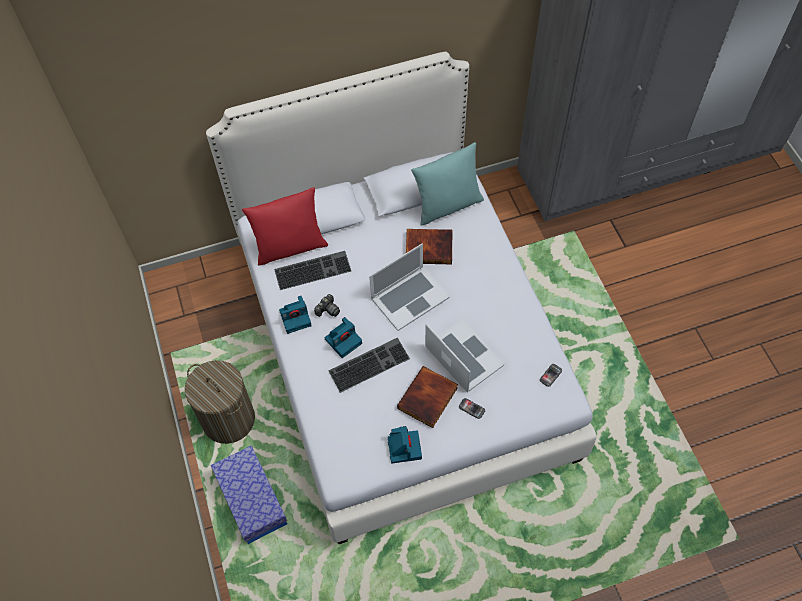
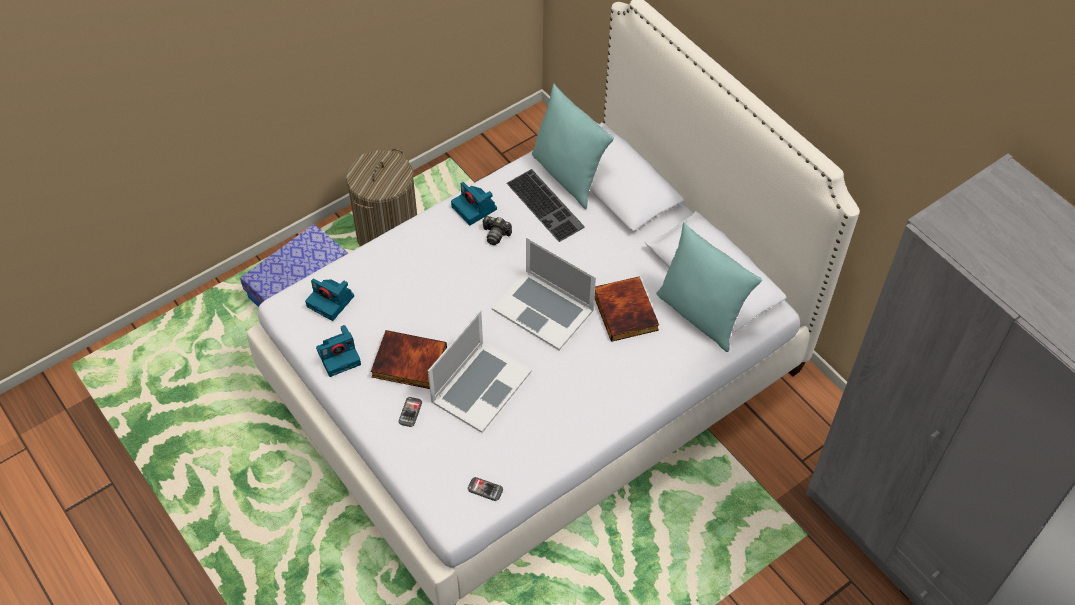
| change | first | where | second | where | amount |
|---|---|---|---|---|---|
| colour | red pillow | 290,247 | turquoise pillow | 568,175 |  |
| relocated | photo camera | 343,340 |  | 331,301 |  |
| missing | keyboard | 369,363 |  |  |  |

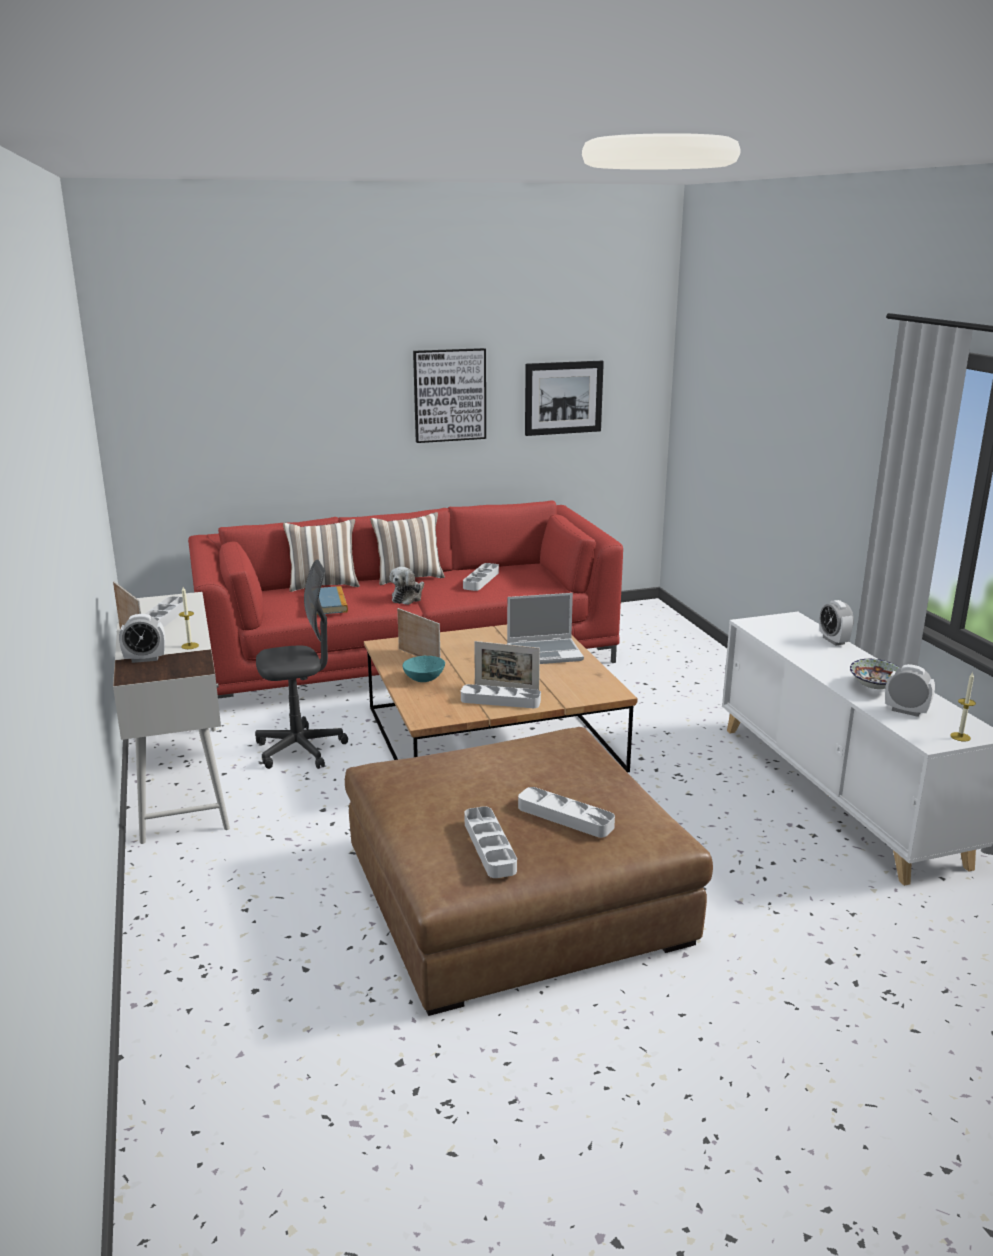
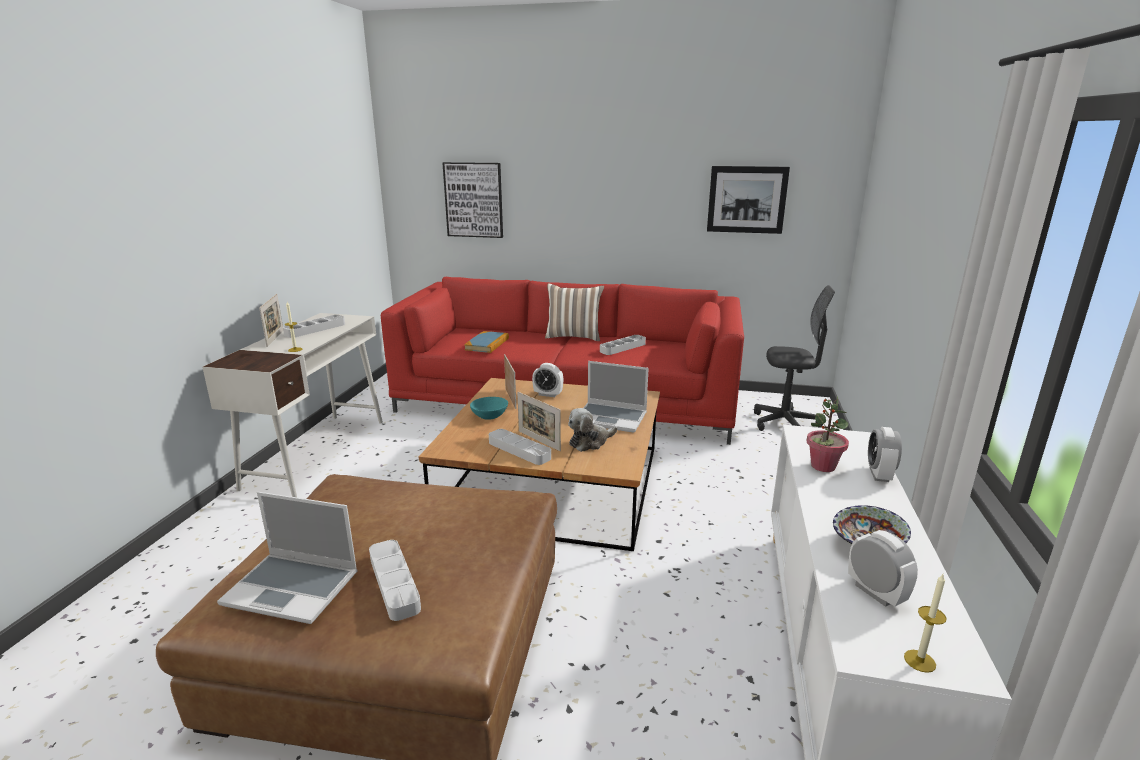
| change | first | where | second | where | amount |
|---|---|---|---|---|---|
| relocated | alarm clock | 145,659 |  | 548,394 |  |
| relocated | grey office chair | 300,750 |  | 785,424 |  |
| missing | pillow | 323,585 |  |  |  |
| relocated | plush toy | 408,597 |  | 590,442 |  |
| relocated | picture | 449,395 |  | 474,200 |  |
| exchanged | grey tray | 489,846 | laptop | 294,588 |  |
| appeared |  |  | potted plant | 822,466 |  |

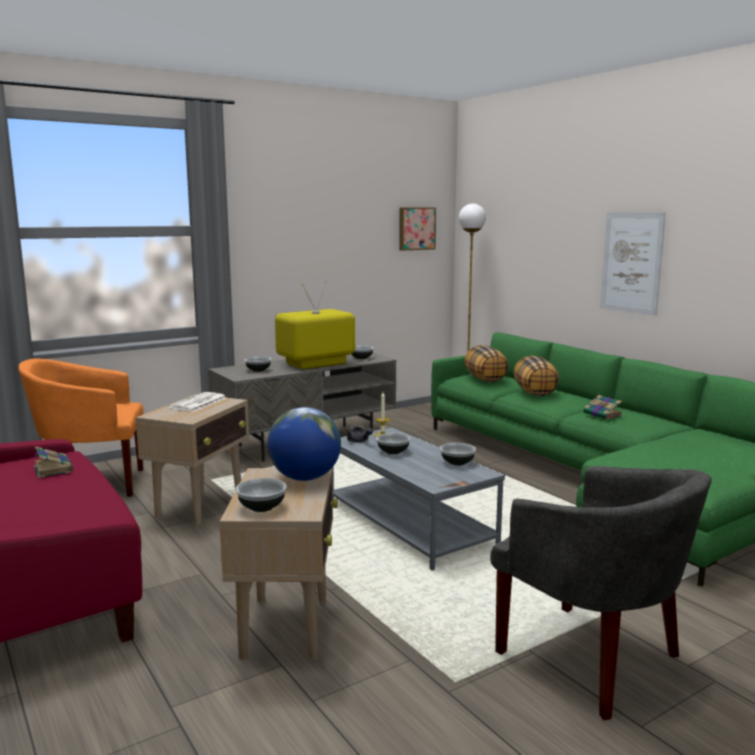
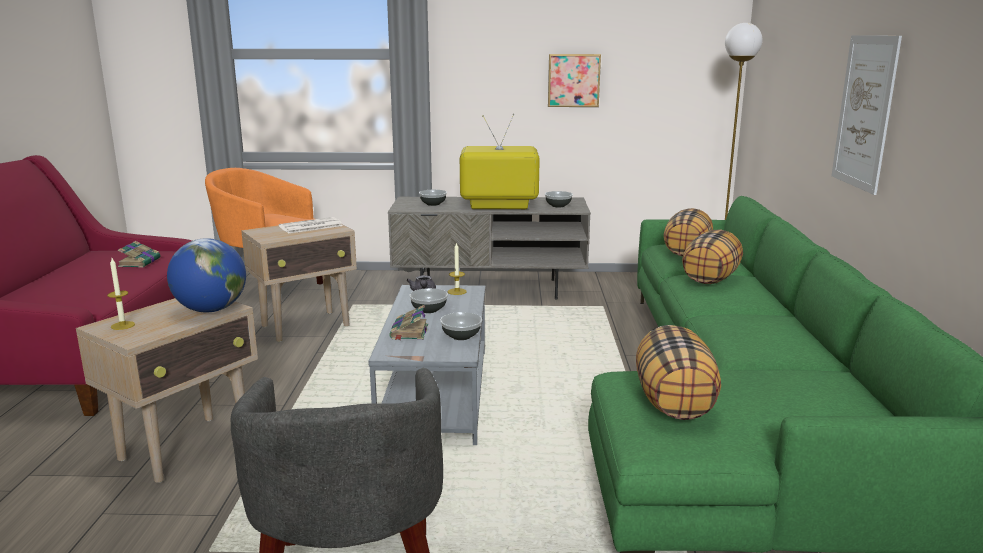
| change | first | where | second | where | amount |
|---|---|---|---|---|---|
| exchanged | bowl | 262,507 | candle | 123,325 |  |
| relocated | picture | 416,228 |  | 573,80 |  |
| relocated | book | 603,414 |  | 409,332 |  |
| appeared |  |  | pillow | 674,402 |  |

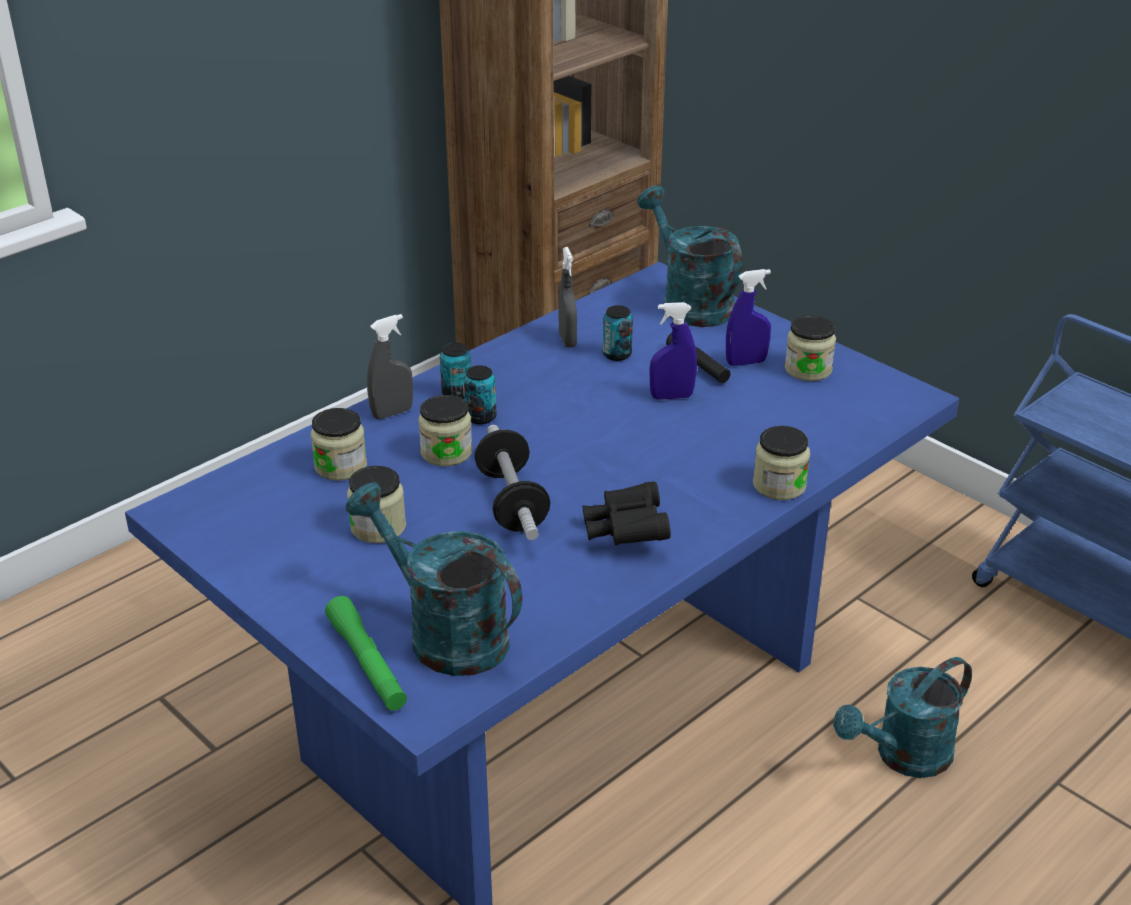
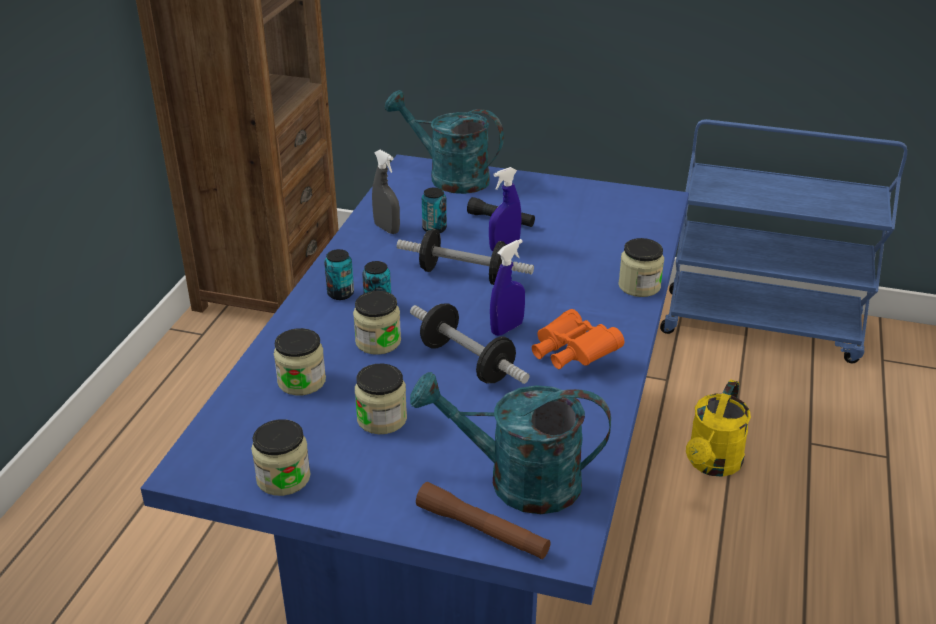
| change | first | where | second | where | amount |
|---|---|---|---|---|---|
| colour | green flashlight | 367,663 | brown flashlight | 482,530 |  |
| missing | grey spray bottle | 392,413 |  |  |  |
| colour | black binoculars | 626,532 | orange binoculars | 571,355 |  |
| relocated | blue spray bottle | 746,362 |  | 507,328 |  |
| relocated | jar | 808,369 |  | 283,478 |  |
| colour | turquoise watering can | 903,757 | yellow watering can | 711,464 |  |
| appeared |  |  | dumbbell | 464,275 |  |

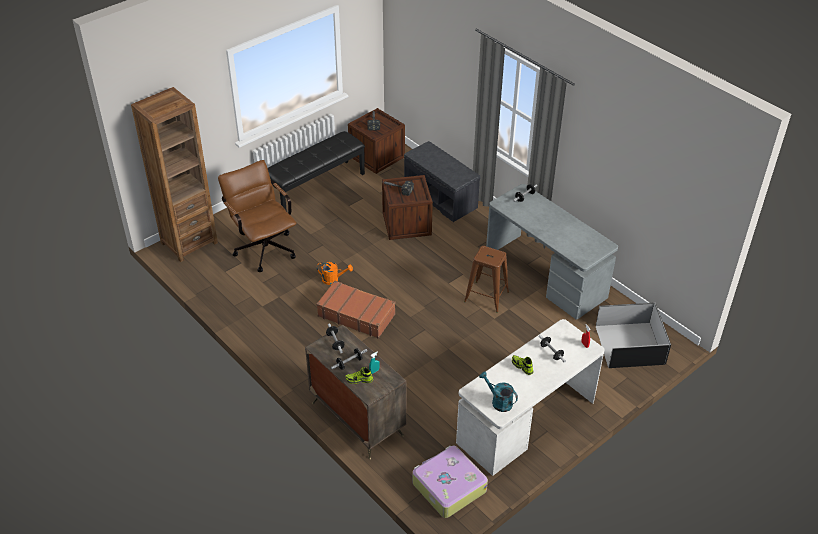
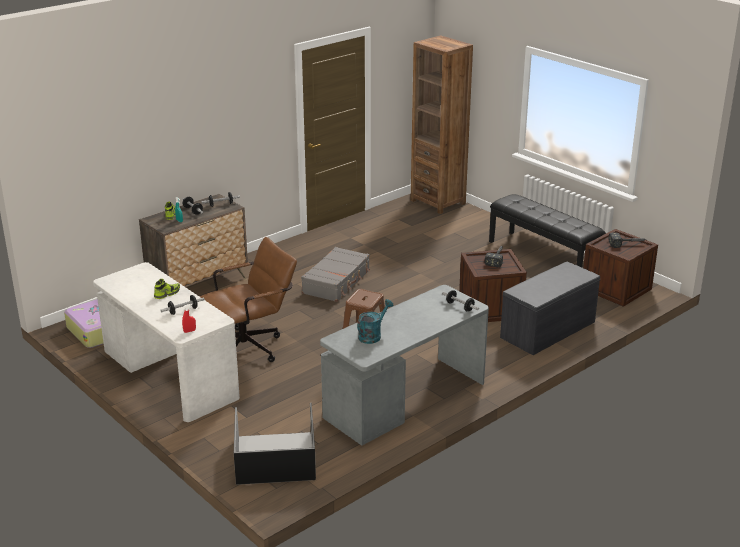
| change | first | where | second | where | amount |
|---|---|---|---|---|---|
| relocated | brown office chair | 263,247 |  | 251,347 |  |
| colour | brown suitcase | 356,315 | grey suitcase | 337,282 |  |
| missing | orange watering can | 333,279 |  |  |  |
| relocated | turquoise watering can | 498,401 |  | 372,335 |  |

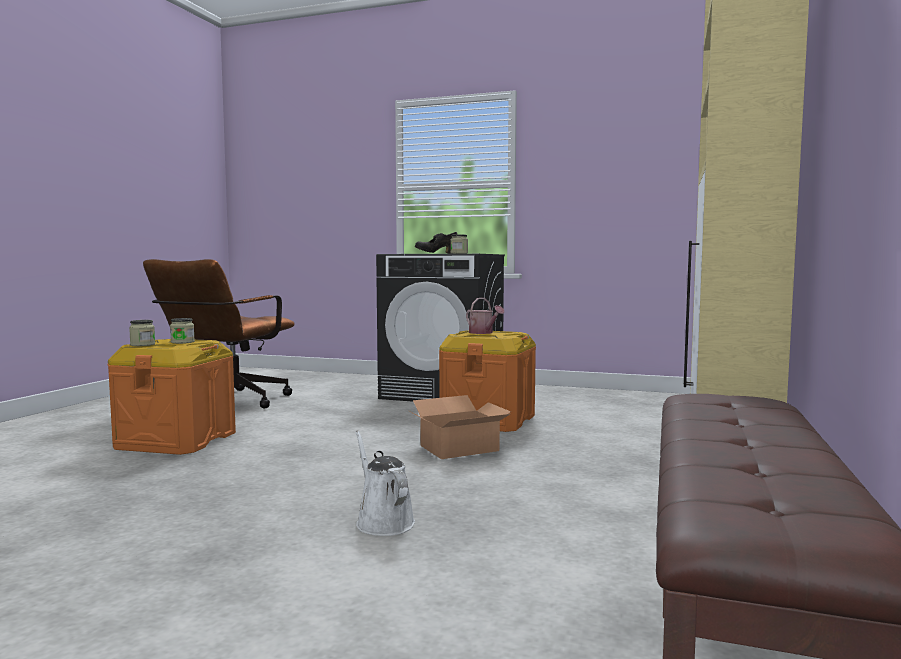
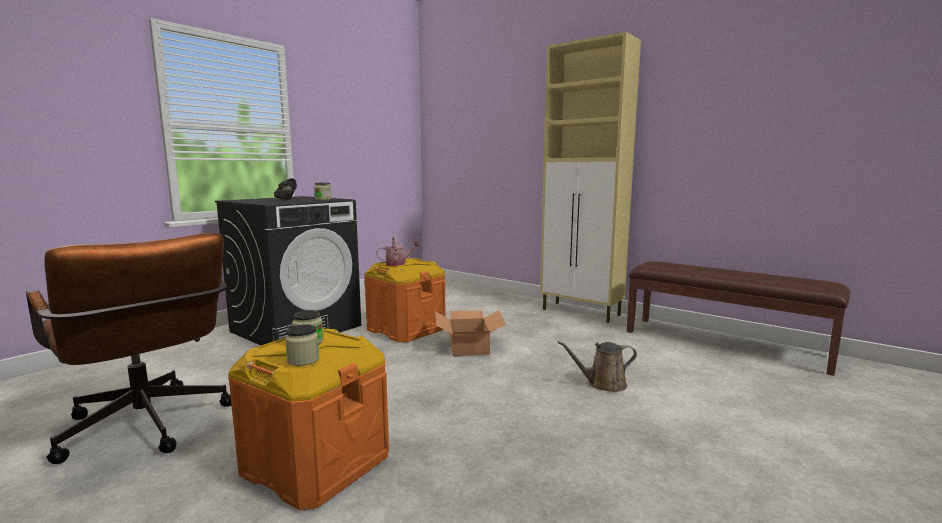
| change | first | where | second | where | amount |
|---|---|---|---|---|---|
| colour | white watering can | 382,521 | brown watering can | 603,384 |  |

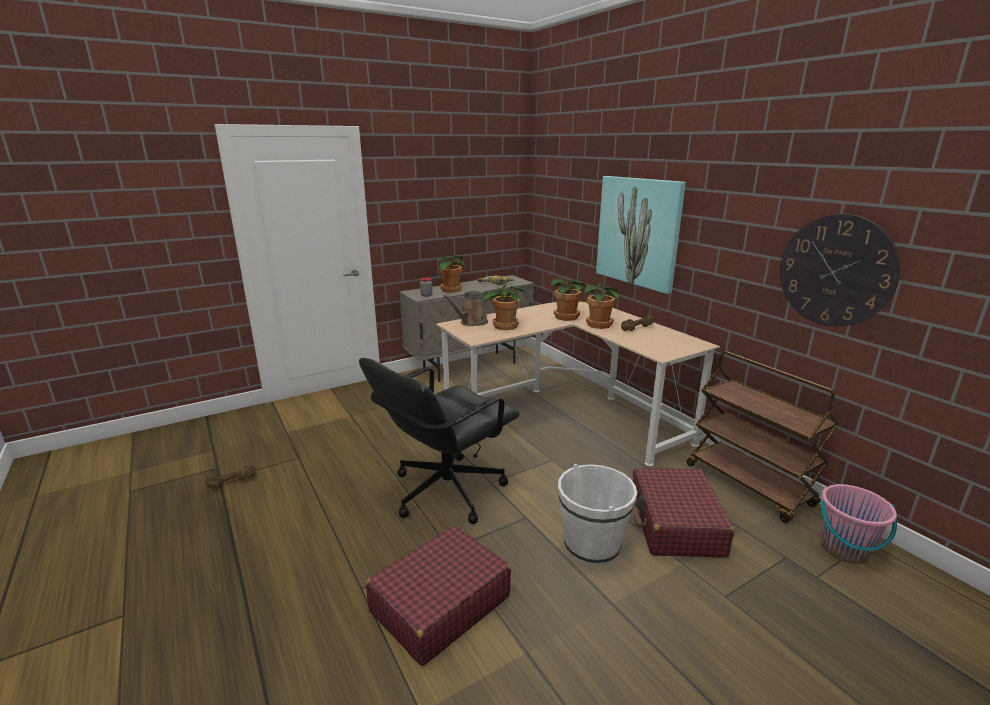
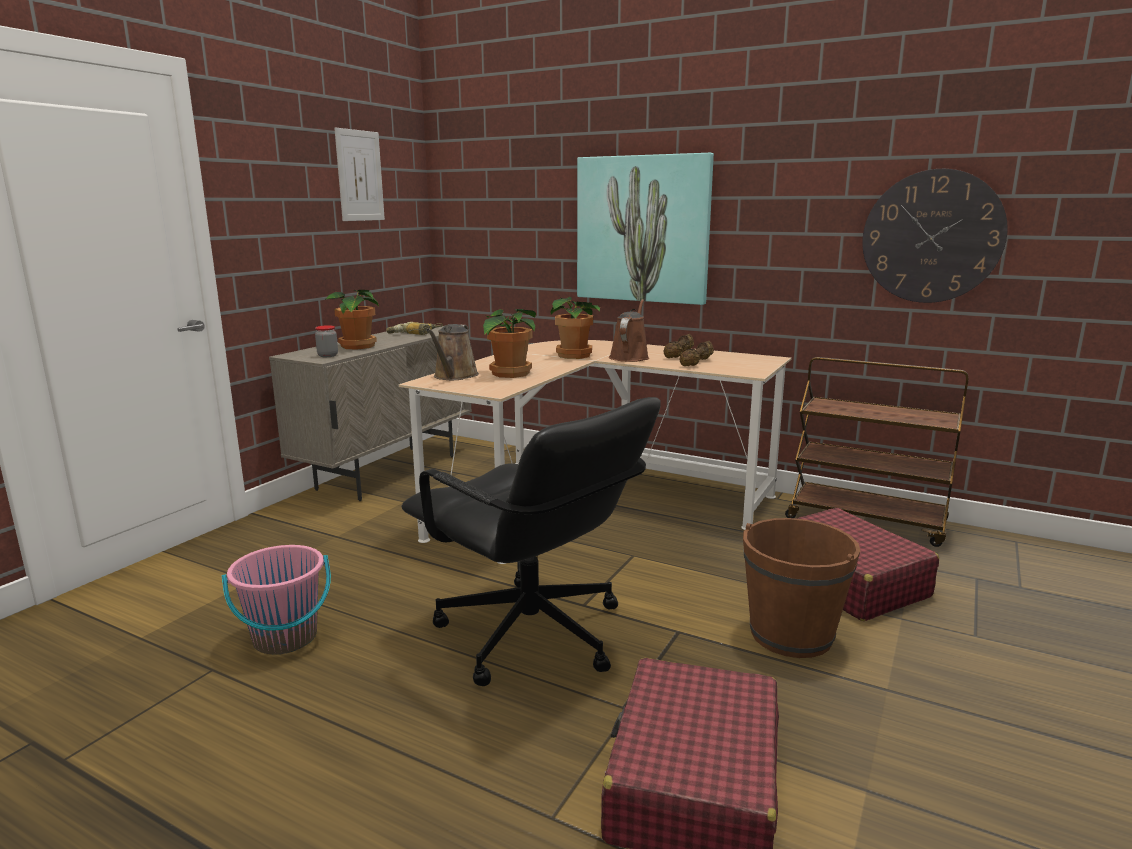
| change | first | where | second | where | amount |
|---|---|---|---|---|---|
| relocated | brown dumbbell | 232,483 |  | 697,363 |  |
| spun | black office chair | 446,490 |  | 531,635 | 60 degrees counterclockwise |
| colour | white bucket | 592,545 | brown bucket | 791,635 |  |
| exchanged | potted plant | 600,325 | brown watering can | 630,357 |  |
| relocated | pink bucket | 844,549 |  | 285,638 |  |
| appeared |  |  | picture | 360,176 |  |

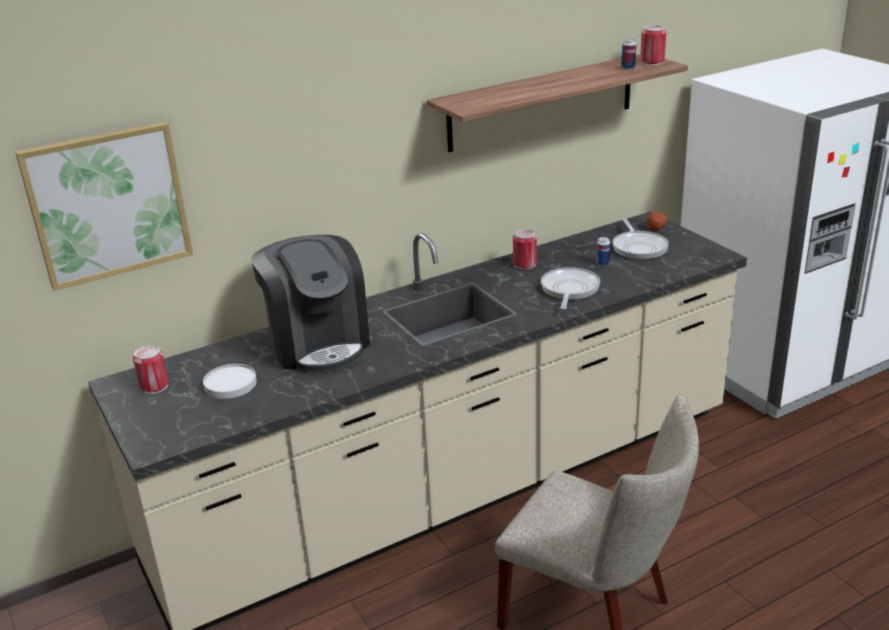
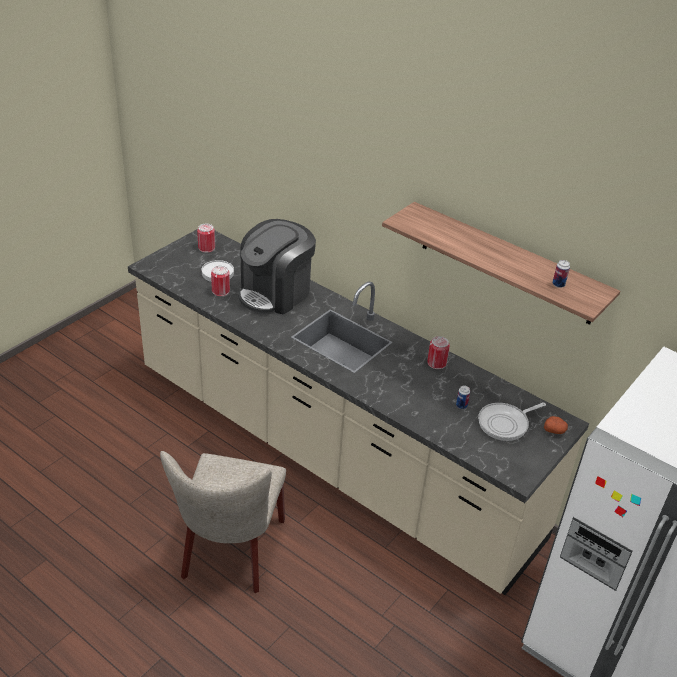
| change | first | where | second | where | amount |
|---|---|---|---|---|---|
| missing | picture | 108,204 |  |  |  |
| missing | frying pan | 569,290 |  |  |  |
| relocated | can | 652,62 |  | 220,291 |  |

